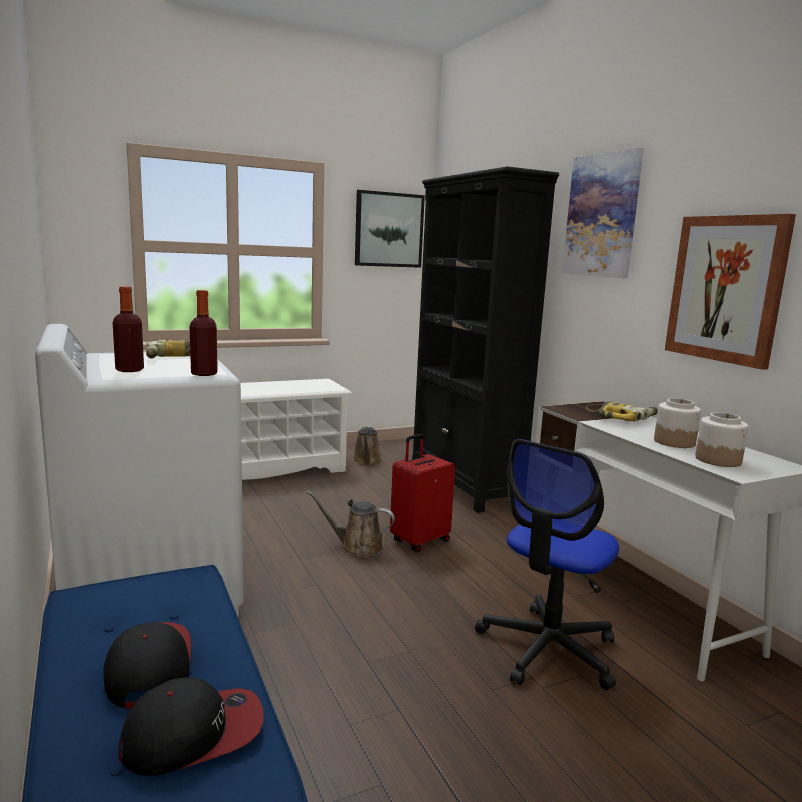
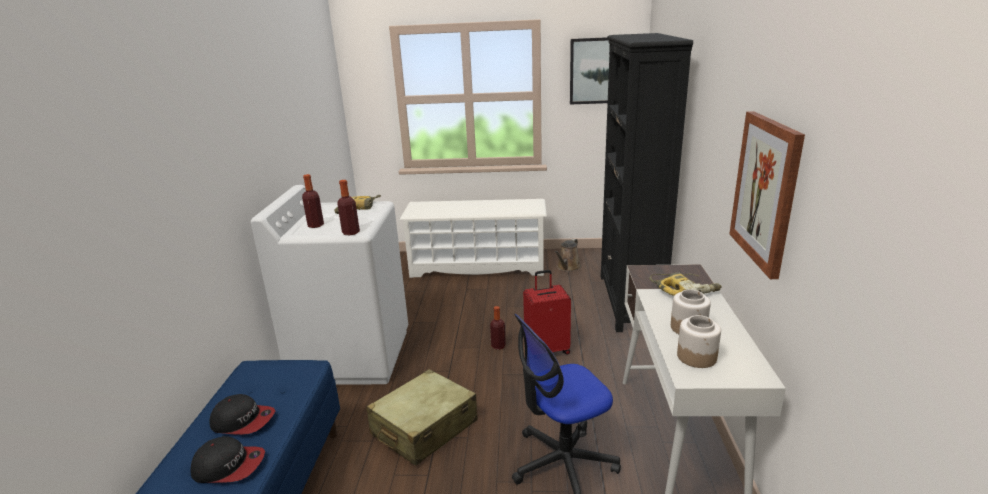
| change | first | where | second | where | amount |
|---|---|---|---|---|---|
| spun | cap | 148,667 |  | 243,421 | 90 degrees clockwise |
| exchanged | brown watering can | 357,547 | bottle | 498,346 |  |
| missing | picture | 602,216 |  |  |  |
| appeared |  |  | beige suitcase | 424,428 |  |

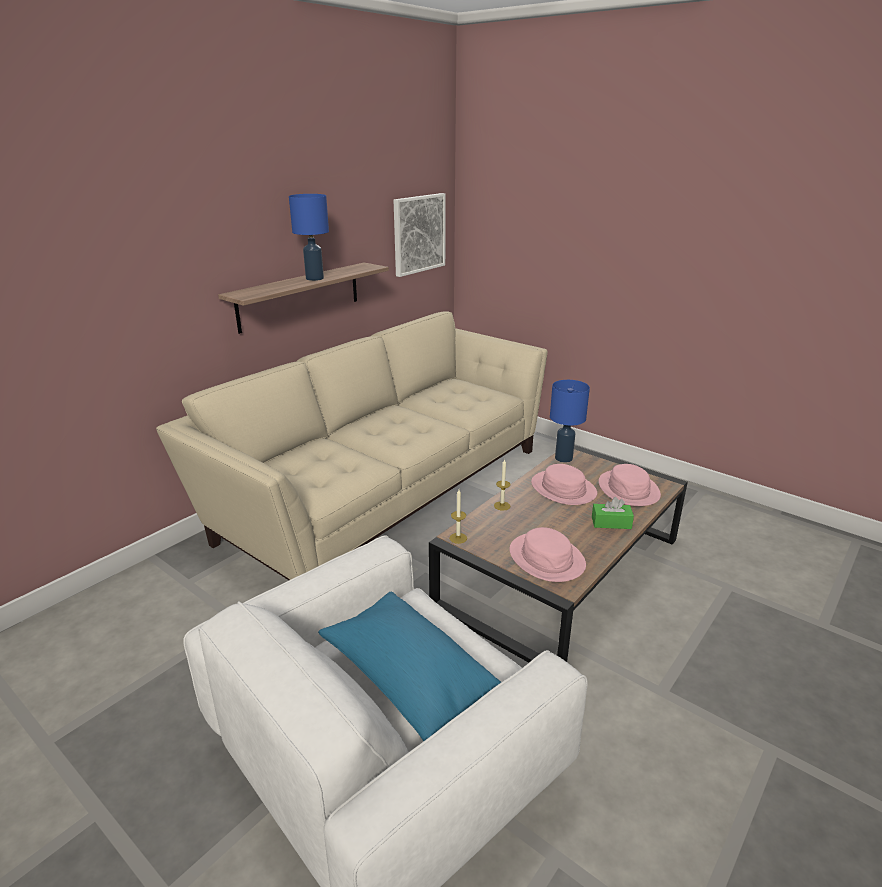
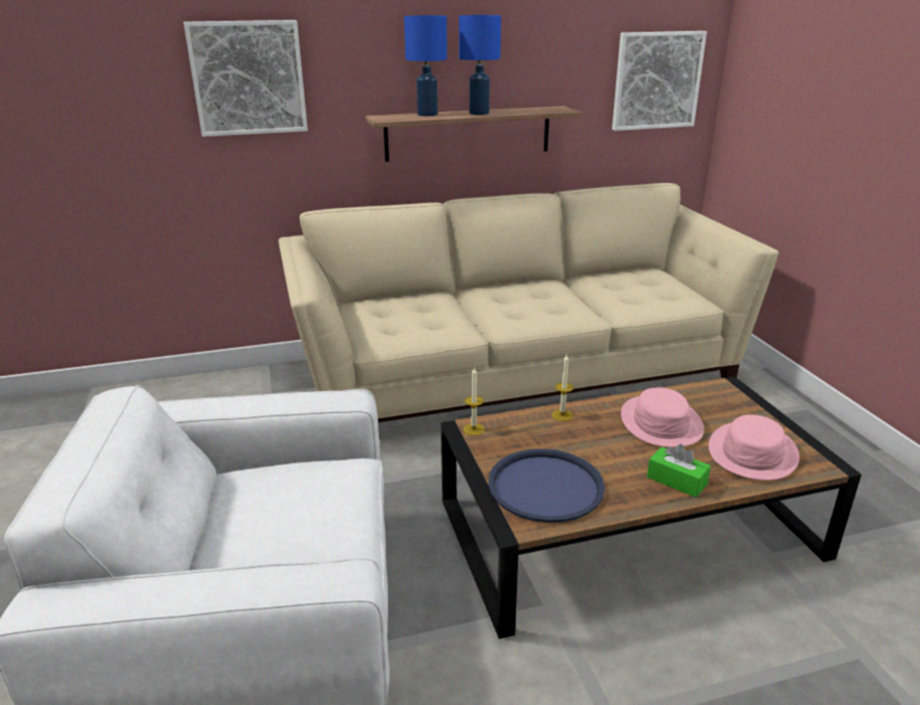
| change | first | where | second | where | amount |
|---|---|---|---|---|---|
| missing | blue pillow | 408,679 |  |  |  |
| exchanged | pink hat | 547,558 | blue tray | 545,486 |  |
| relocated | blue table lamp | 563,458 |  | 427,114 |  |
| appeared |  |  | picture | 248,78 |  |

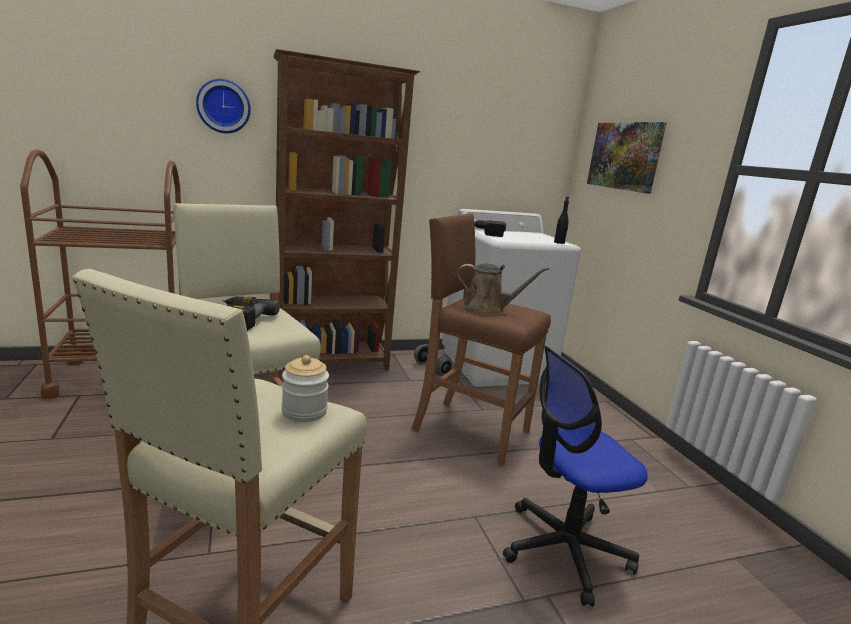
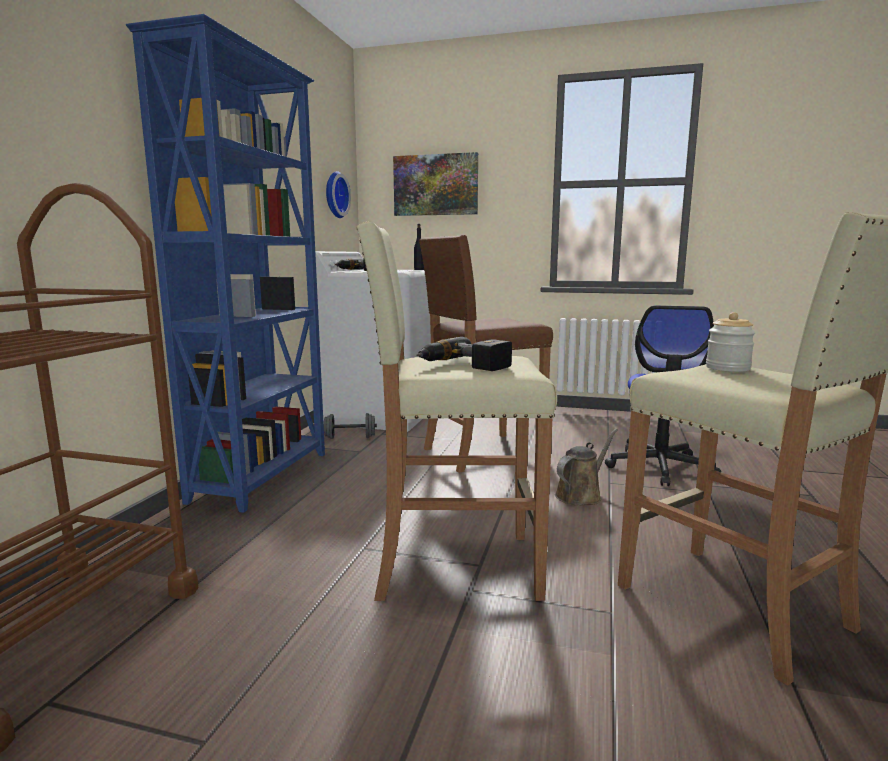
| change | first | where | second | where | amount |
|---|---|---|---|---|---|
| relocated | wall clock | 224,106 |  | 334,195 |  |
| colour | brown bookcase | 332,363 | blue bookcase | 264,476 |  |
| relocated | brown watering can | 487,309 |  | 581,495 |  |

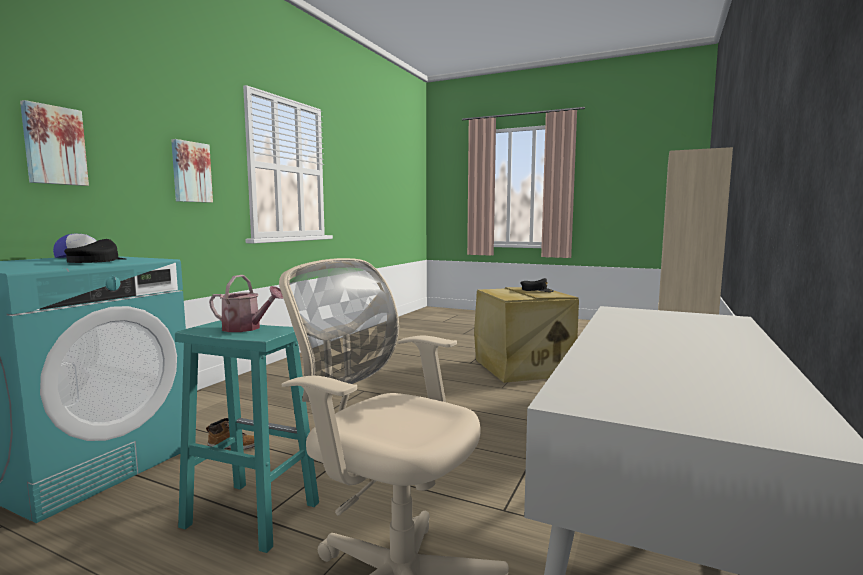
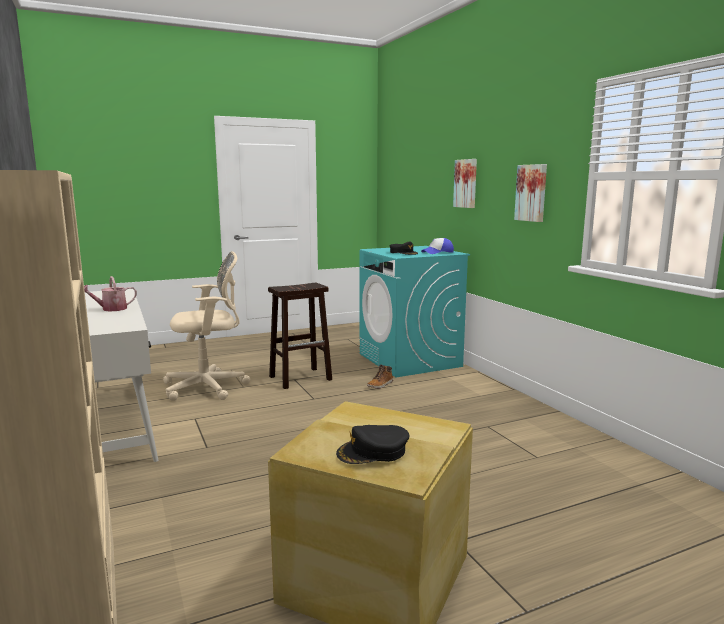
| change | first | where | second | where | amount |
|---|---|---|---|---|---|
| colour | turquoise stool | 249,514 | brown stool | 301,378 |  |
| relocated | watering can | 246,328 |  | 111,309 |  |

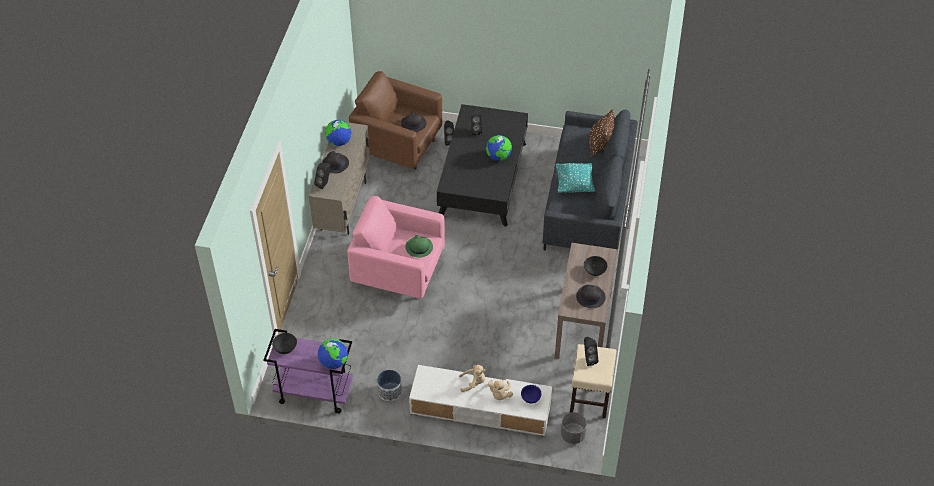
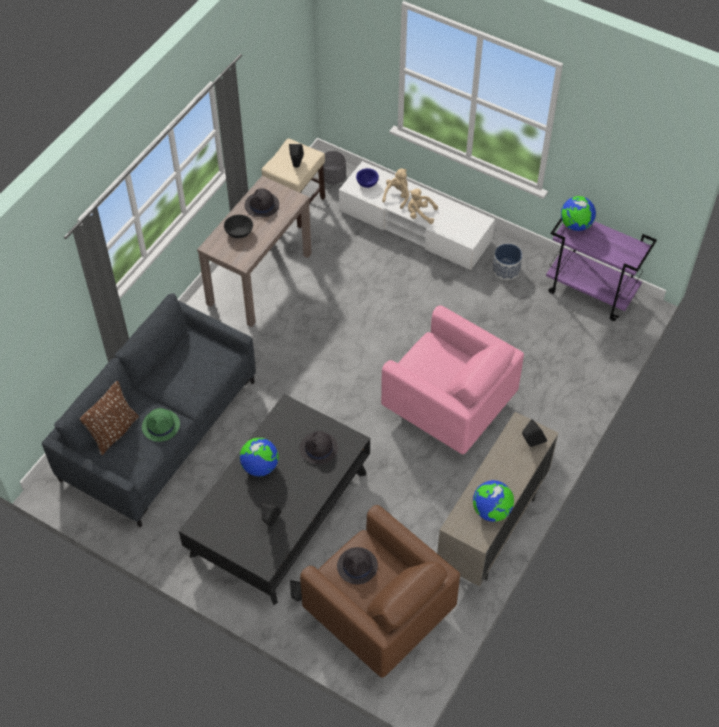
| change | first | where | second | where | amount |
|---|---|---|---|---|---|
| missing | black bowl | 285,348 |  |  |  |
| relocated | black hat | 335,163 |  | 318,449 |  |
| relocated | green hat | 419,247 |  | 161,425 |  |
| missing | turquoise pillow | 574,185 |  |  |  |

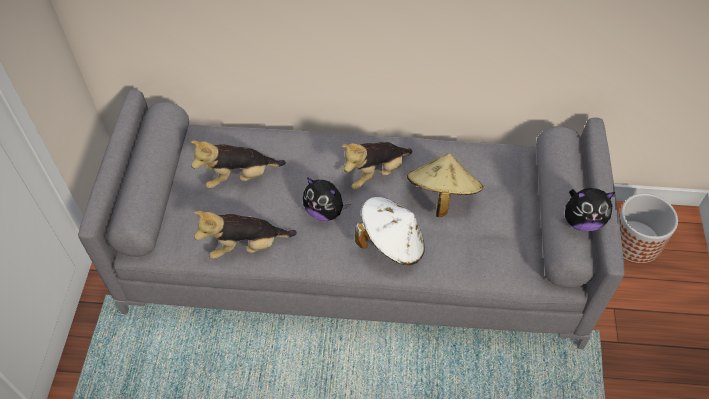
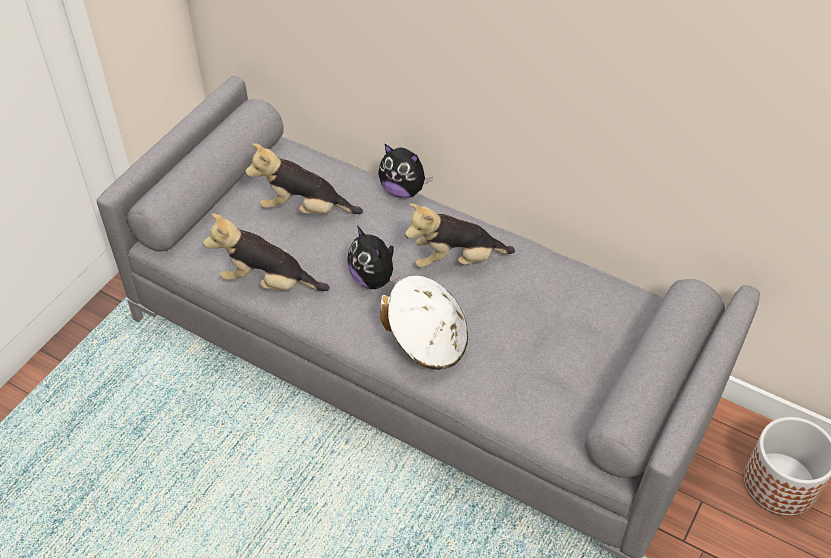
| change | first | where | second | where | amount |
|---|---|---|---|---|---|
| missing | beige hat | 441,196 |  |  |  |
| relocated | plush toy | 582,221 |  | 403,190 |  |

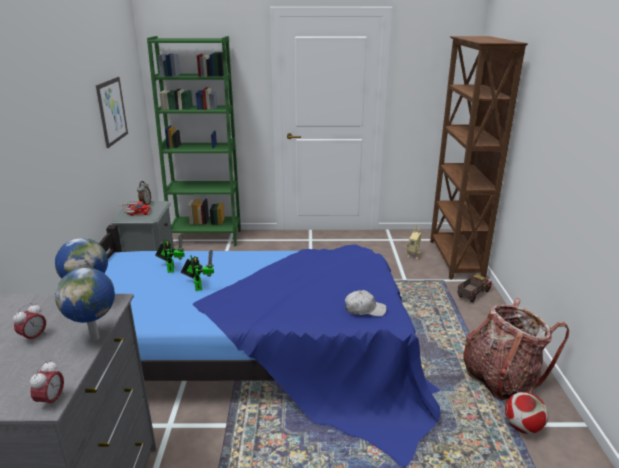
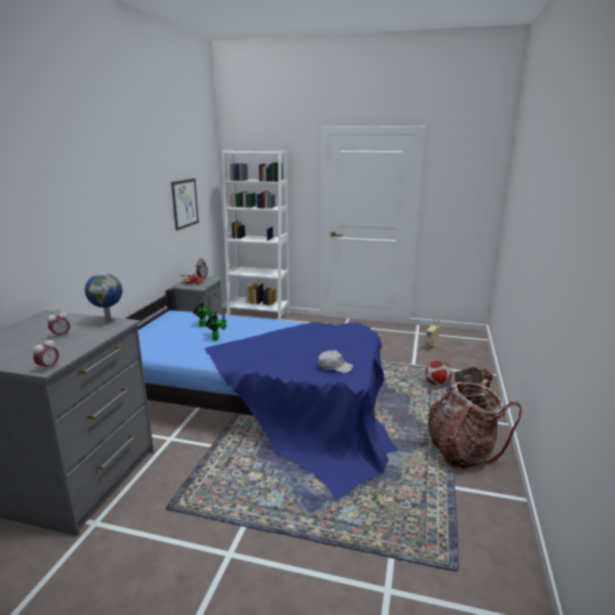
| change | first | where | second | where | amount |
|---|---|---|---|---|---|
| missing | globe | 96,337 |  |  |  |
| colour | green bookcase | 206,238 | white bookcase | 258,316 |  |
| missing | brown bookcase | 455,259 |  |  |  |
| relocated | football | 522,427 |  | 437,384 |  |

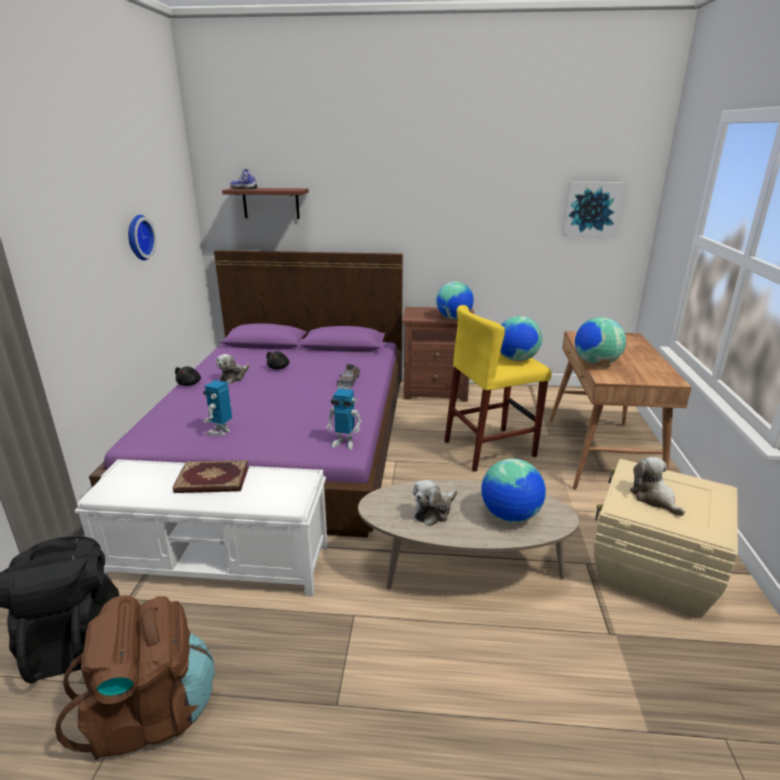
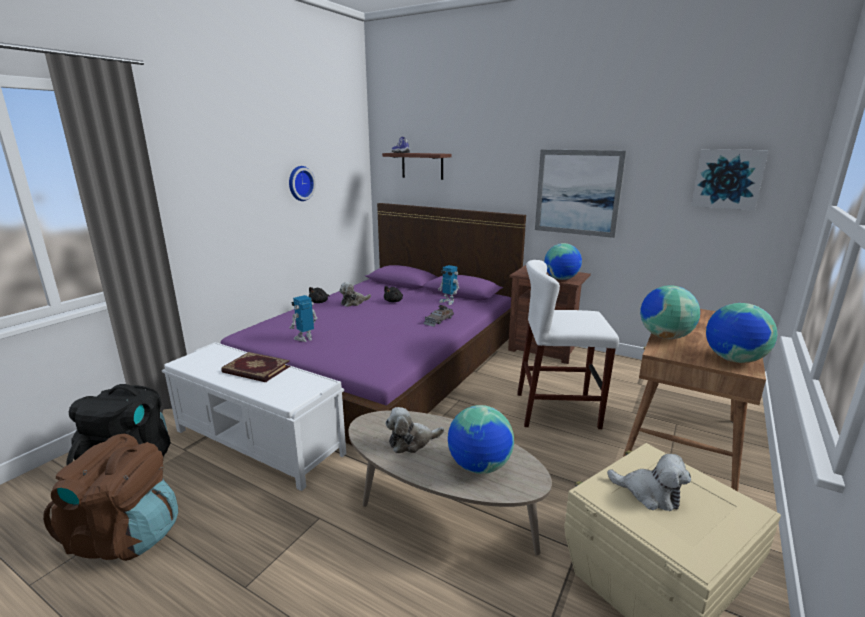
| change | first | where | second | where | amount |
|---|---|---|---|---|---|
| relocated | toy robot | 344,443 |  | 448,301 |  |
| colour | yellow stool | 489,449 | white stool | 557,410 |  |
| relocated | globe | 516,360 |  | 733,360 |  |
| spun | plush toy | 654,498 |  | 649,494 | 120 degrees clockwise |
| appeared |  |  | picture | 577,192 |  |

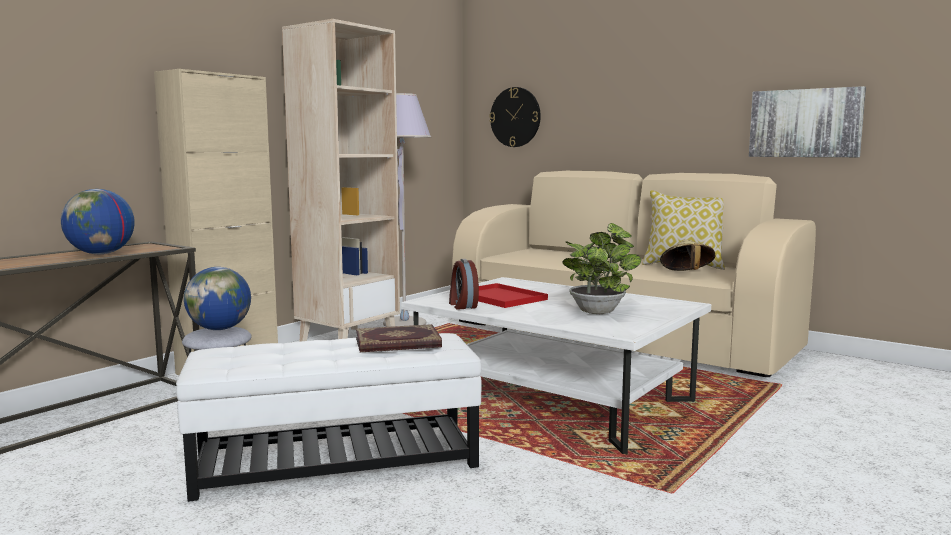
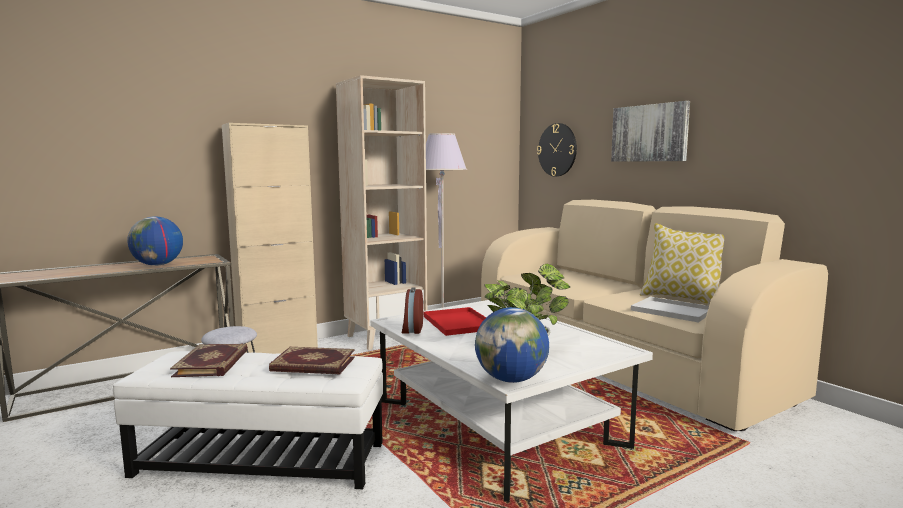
| change | first | where | second | where | amount |
|---|---|---|---|---|---|
| relocated | globe | 220,329 |  | 511,379 |  |
| exchanged | beige hat | 686,274 | white tray | 670,311 |  |
| relocated | picture | 805,123 |  | 649,133 |  |
| appeared |  |  | book | 213,363 |  |

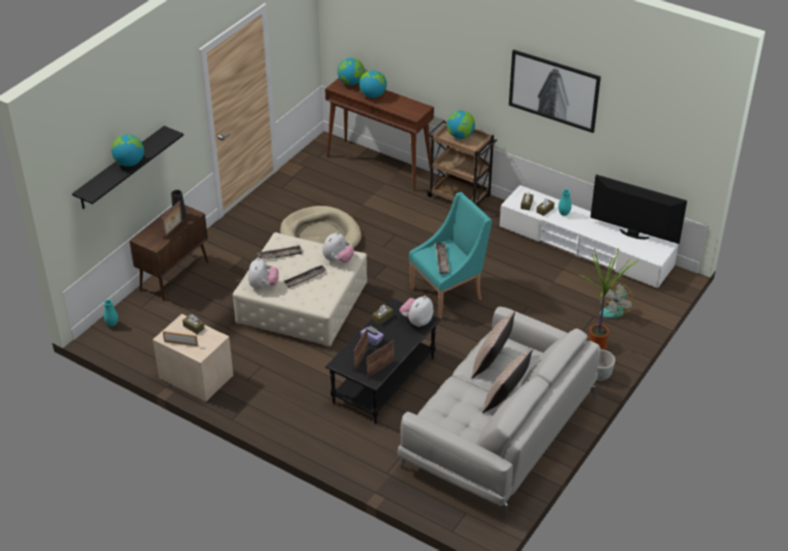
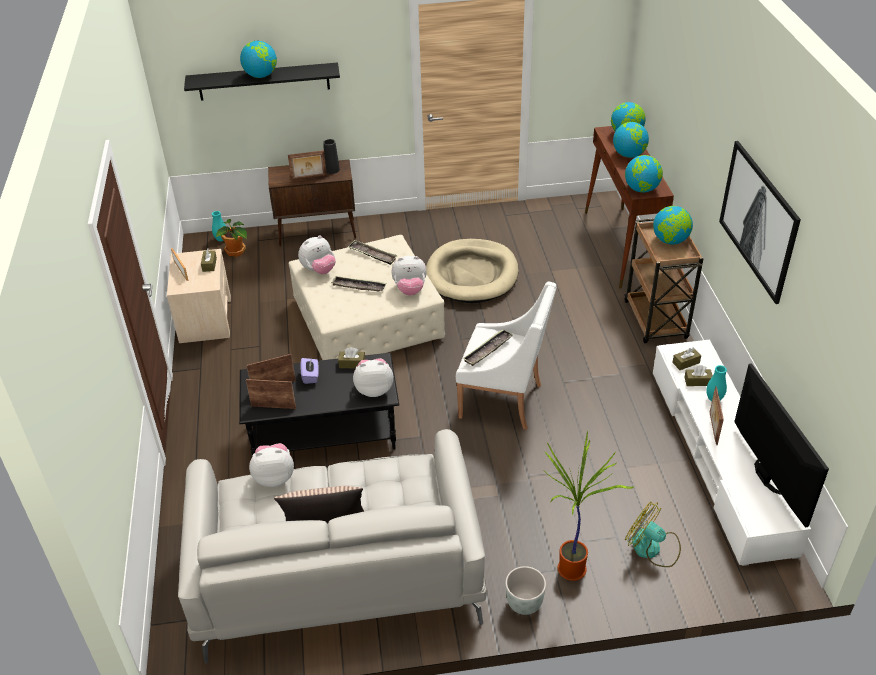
| change | first | where | second | where | amount |
|---|---|---|---|---|---|
| colour | turquoise armchair | 448,293 | white armchair | 504,400 |  |
| missing | pillow | 491,363 |  |  |  |
| spun | fan | 614,309 |  | 652,548 | 45 degrees clockwise |
| appeared |  |  | potted plant | 235,251 |  |
| appeared |  |  | plush toy | 274,477 |  |
| appeared |  |  | globe | 641,189 |  |
| appeared |  |  | picture frame | 712,428 |  |

